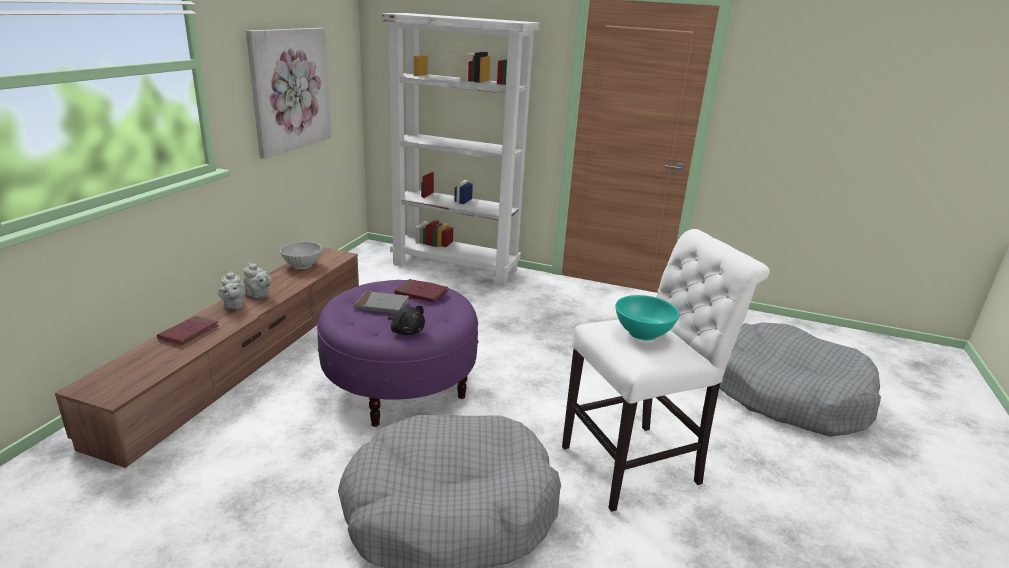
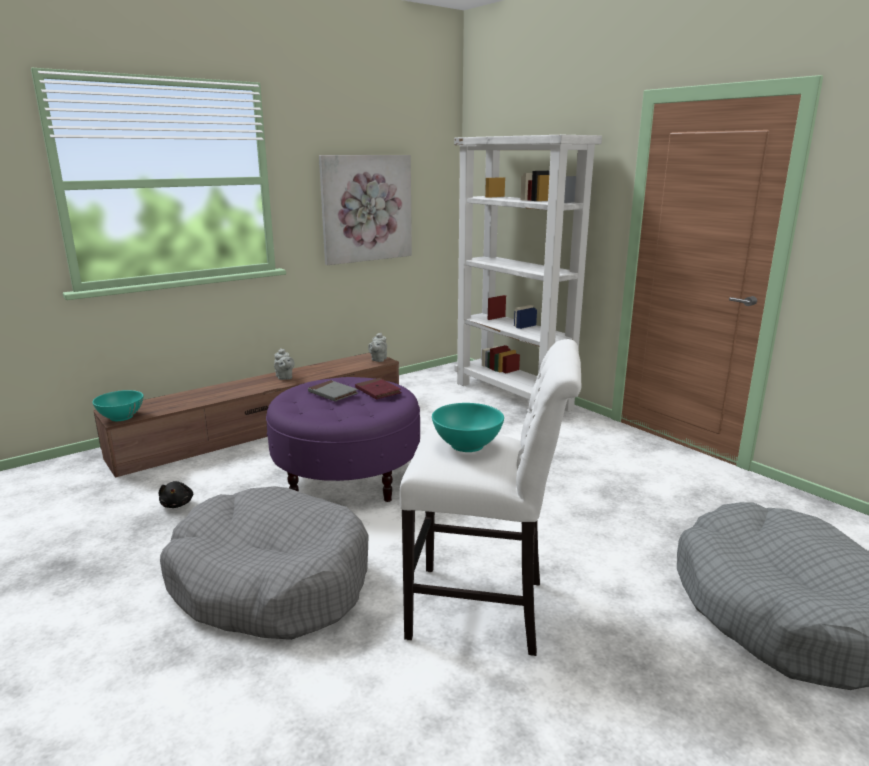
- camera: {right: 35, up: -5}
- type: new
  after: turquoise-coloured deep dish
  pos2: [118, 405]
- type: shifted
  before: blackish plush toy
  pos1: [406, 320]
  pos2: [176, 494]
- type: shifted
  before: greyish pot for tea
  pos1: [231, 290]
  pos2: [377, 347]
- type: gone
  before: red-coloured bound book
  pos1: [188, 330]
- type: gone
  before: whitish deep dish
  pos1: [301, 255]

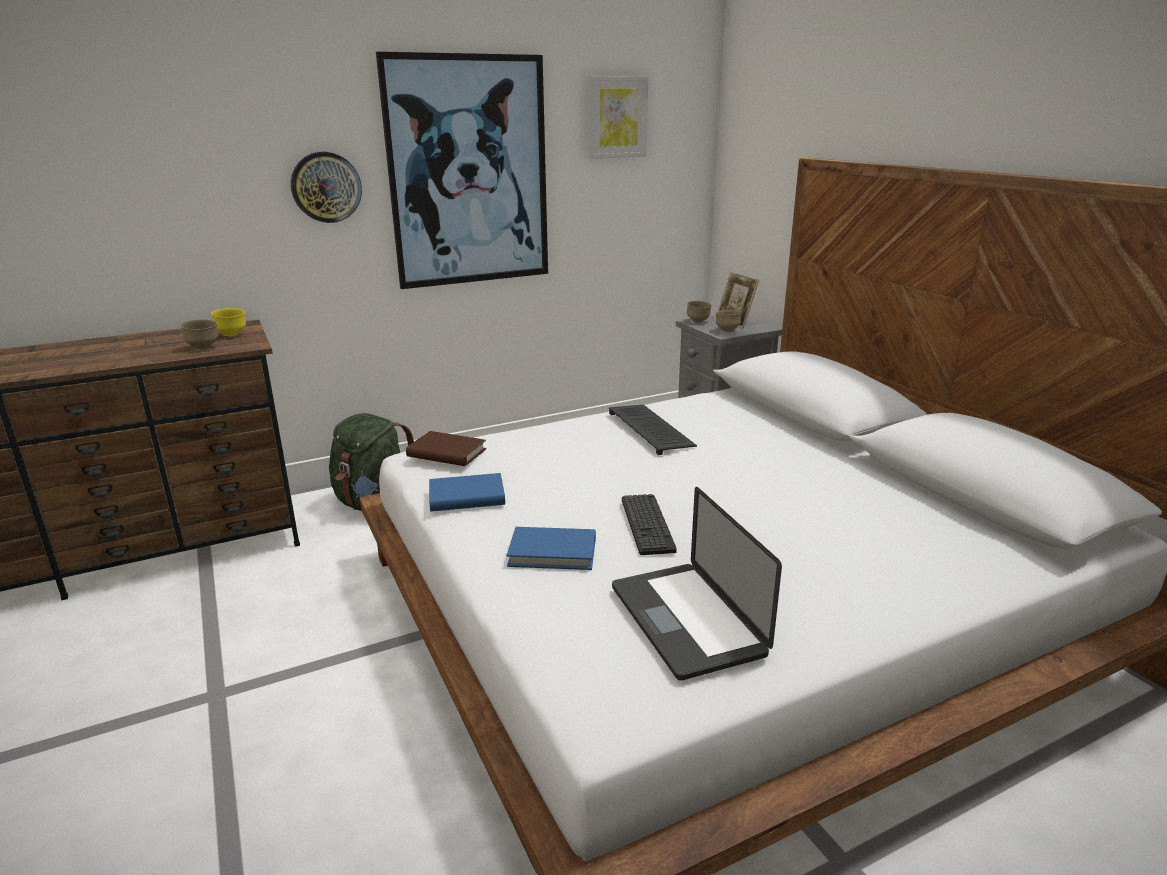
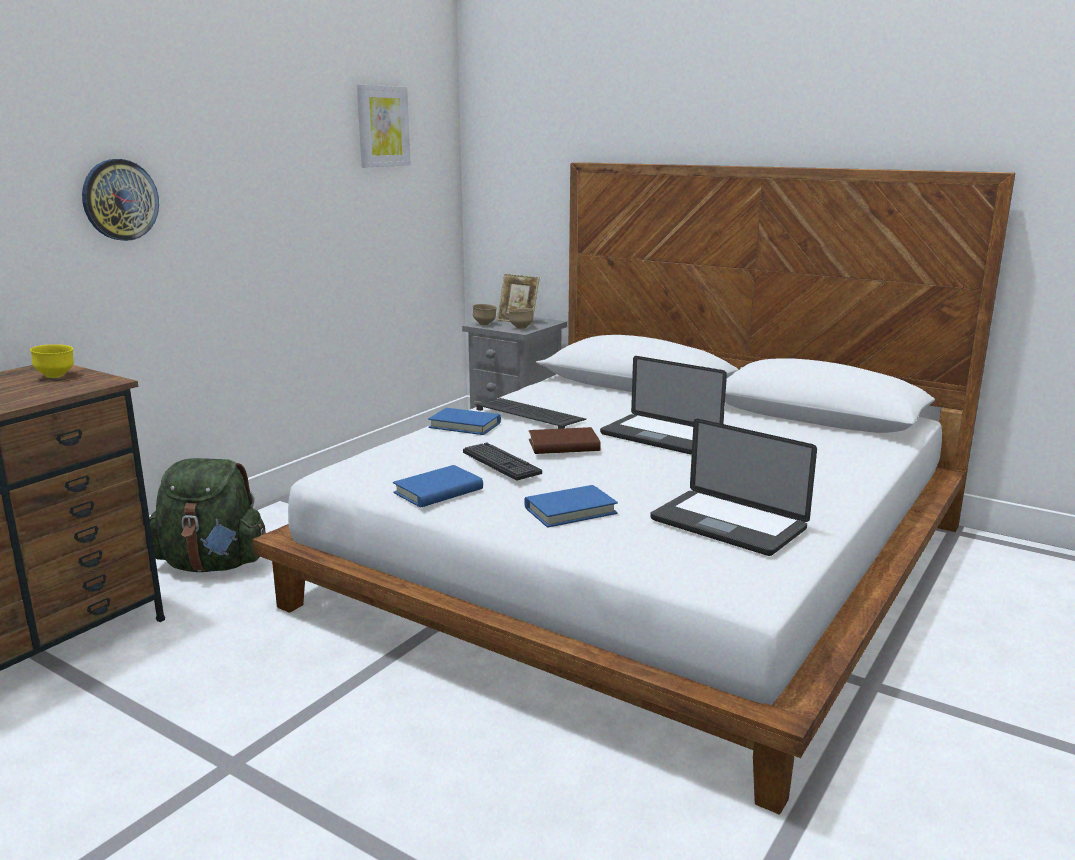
- camera: {right: -30, up: -5}
- type: new
  after: blue-coloured bound book
  pos2: [464, 421]
- type: shifted
  before: keyboard
  pos1: [649, 524]
  pos2: [502, 461]
- type: shifted
  before: brown bound book
  pos1: [446, 448]
  pos2: [565, 440]
- type: new
  after: notebook computer
  pos2: [663, 405]
- type: gone
  before: brown deep dish
  pos1: [199, 334]
- type: gone
  before: wall art
  pos1: [462, 170]

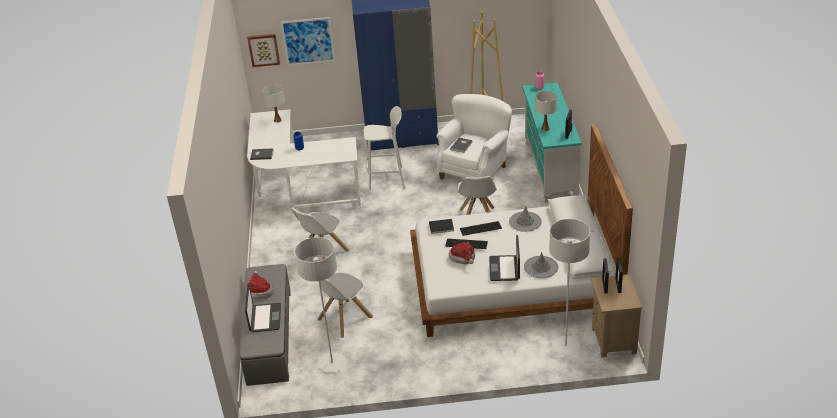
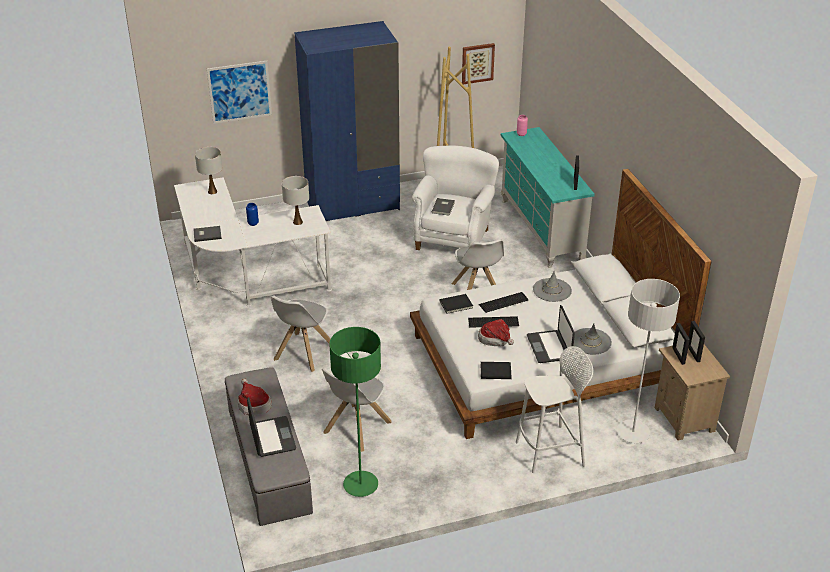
- camera: {right: -15, up: 0}
- type: shifted
  before: whitish table lamp
  pos1: [546, 111]
  pos2: [295, 200]
- type: repainted
  before: greyish standard lamp
  after: greenish standard lamp
  pos1: [320, 305]
  pos2: [355, 412]
- type: shifted
  before: wall art
  pos1: [263, 50]
  pos2: [478, 63]
- type: new
  after: blackish bound book
  pos2: [496, 370]
- type: shifted
  before: whitish stool
  pos1: [384, 148]
  pos2: [554, 409]

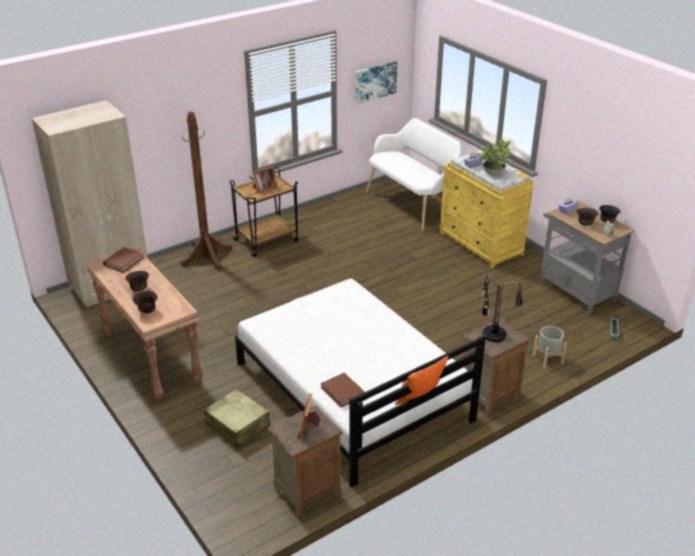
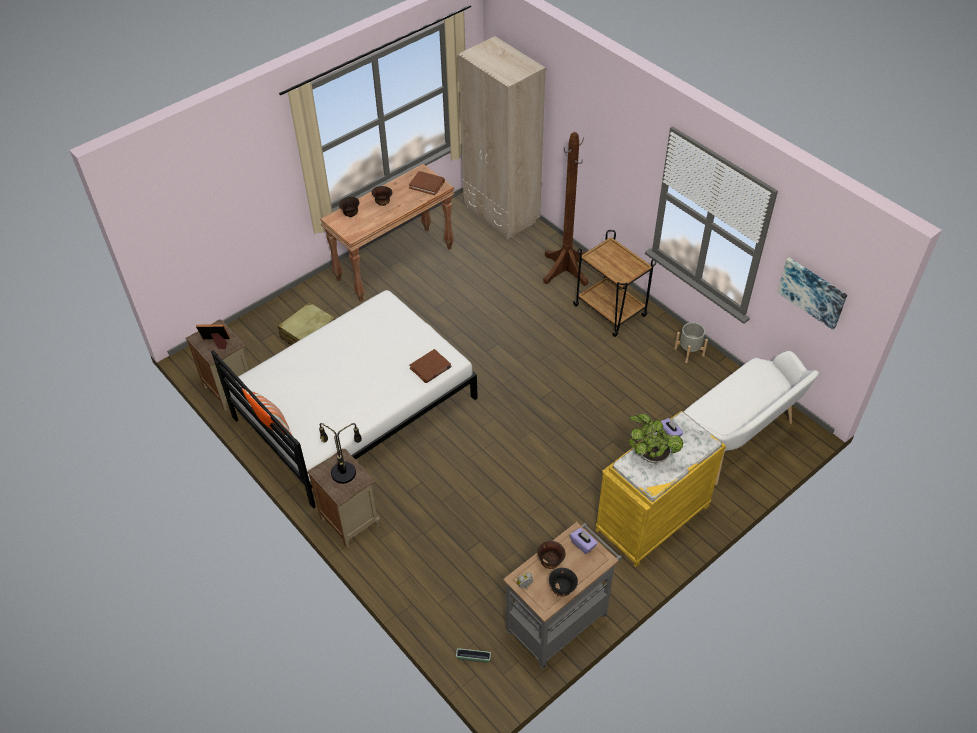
- camera: {right: 85, up: 15}
- type: shifted
  before: brown bound book
  pos1: [342, 390]
  pos2: [430, 366]
- type: shifted
  before: greyish plant pot
  pos1: [550, 347]
  pos2: [691, 342]
- type: gone
  before: photo frame
  pos1: [265, 179]

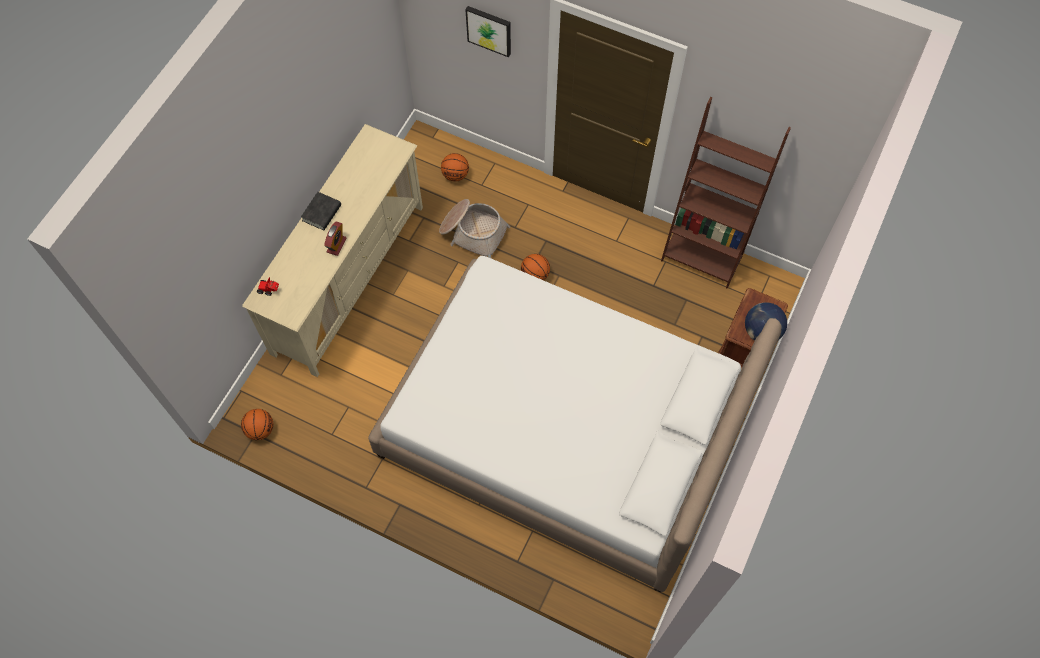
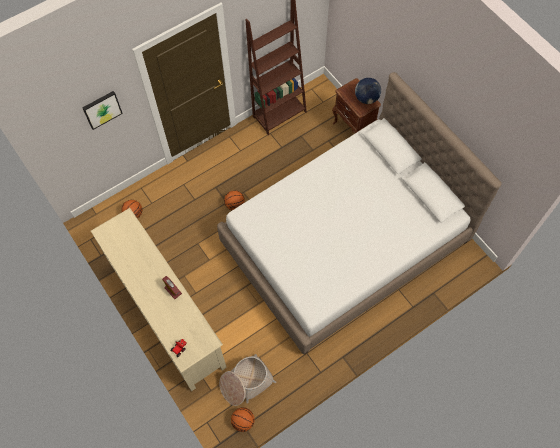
- camera: {right: -60, up: 0}
- type: shifted
  before: household basket
  pos1: [474, 228]
  pos2: [247, 380]
- type: gone
  before: blackish bound book
  pos1: [321, 211]

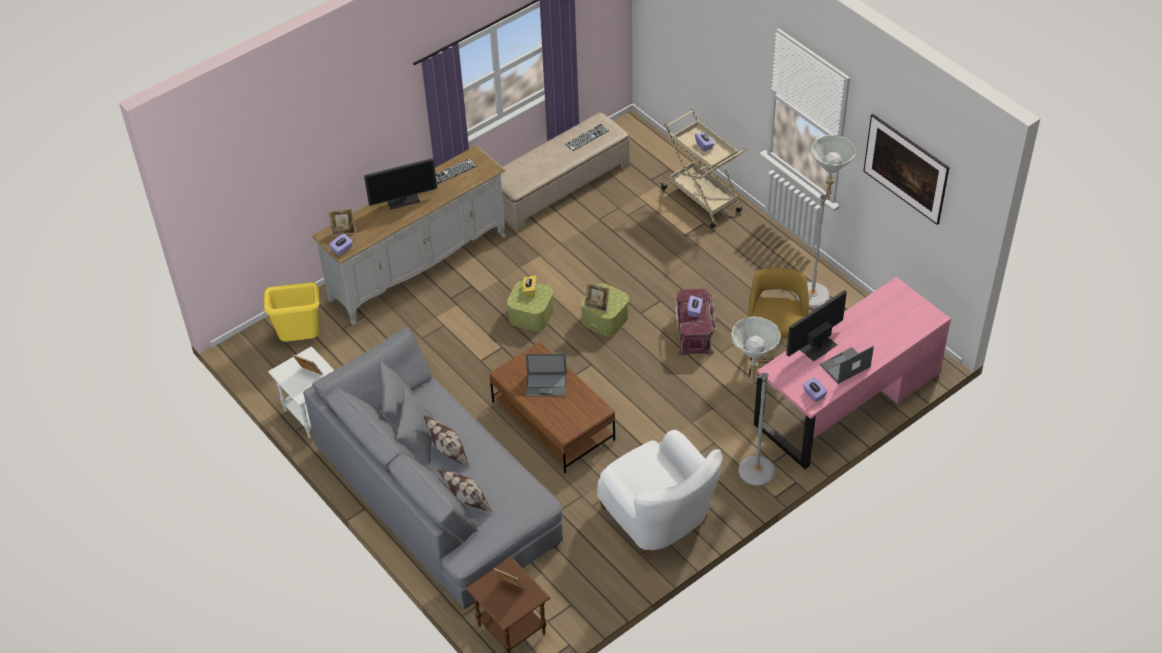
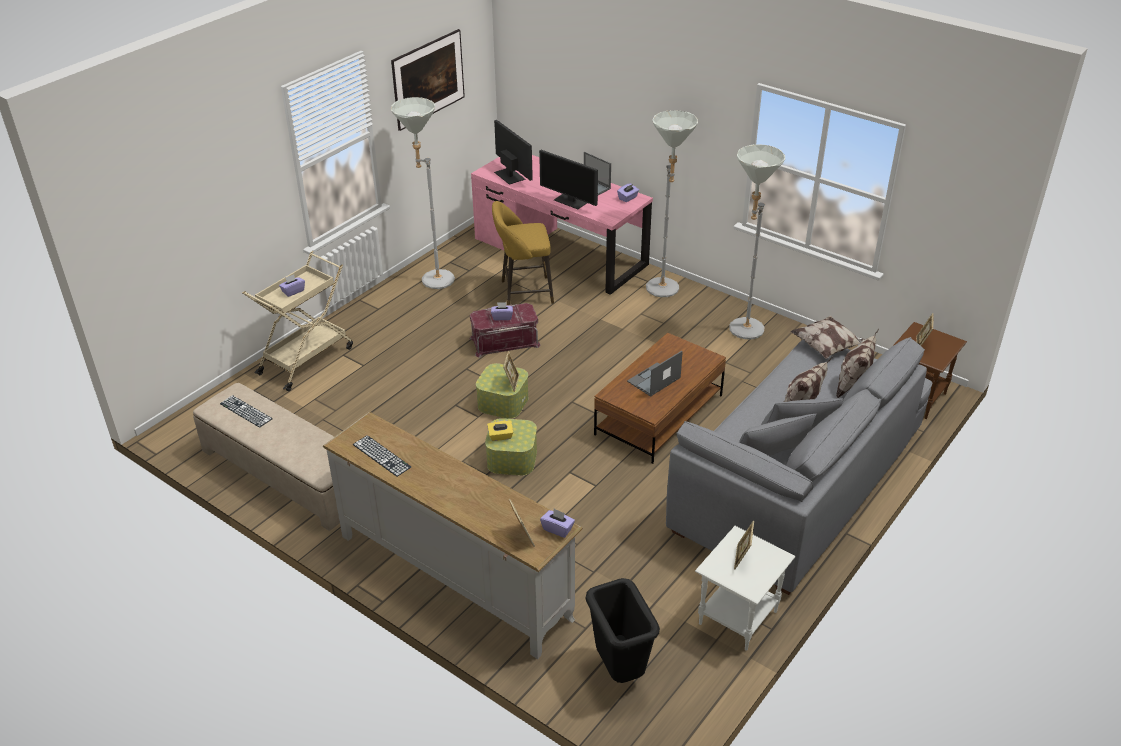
- camera: {right: -105, up: -10}
- type: shifted
  before: monitor
  pos1: [400, 184]
  pos2: [513, 152]
- type: repainted
  before: yellow rubbish bin
  after: blackish rubbish bin
  pos1: [292, 312]
  pos2: [623, 630]
- type: rotated
  before: notebook computer
  pos1: [546, 375]
  pos2: [655, 374]
  turn: -120
- type: swapped
  before: whitish lounge chair
  after: greyish standard lamp
  pos1: [660, 493]
  pos2: [757, 242]
- type: new
  after: throw pillow
  pos2: [827, 337]

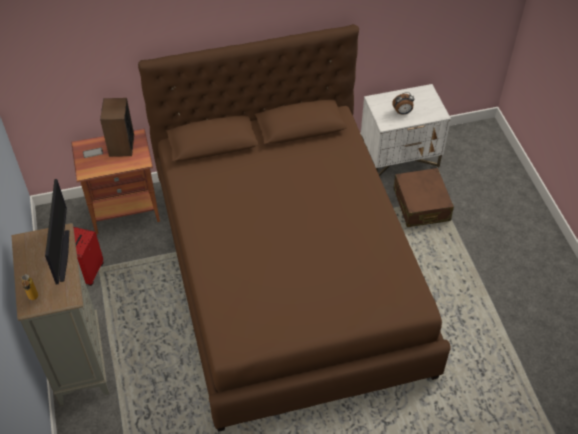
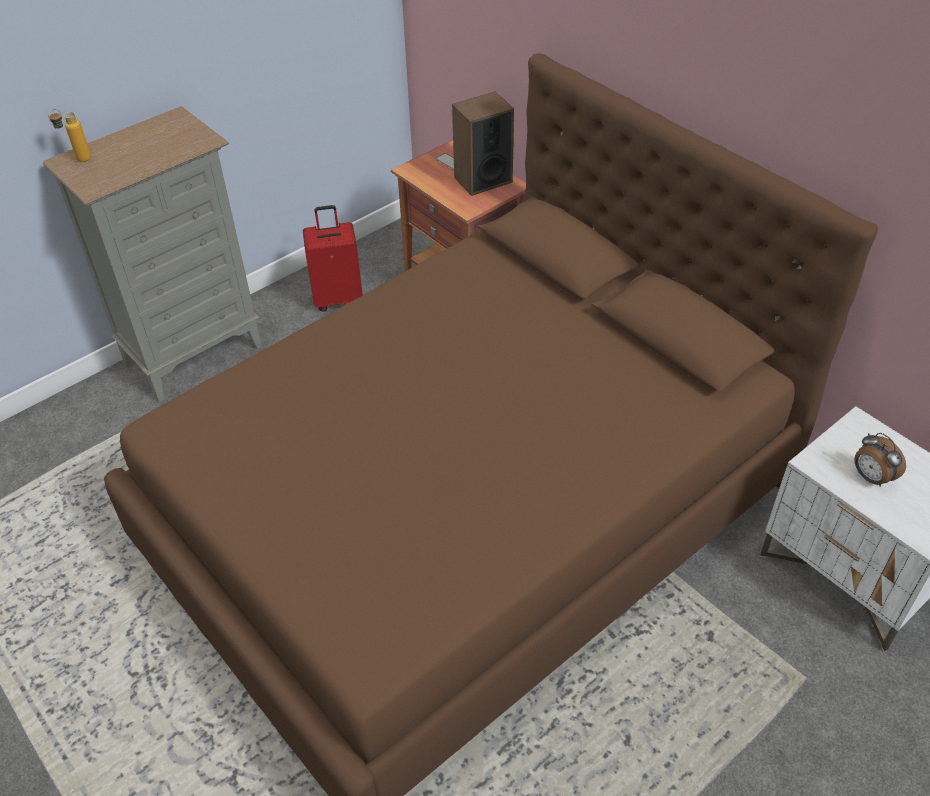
- camera: {right: 65, up: -5}
- type: gone
  before: monitor
  pos1: [57, 231]
- type: gone
  before: brown piece of luggage
  pos1: [424, 197]

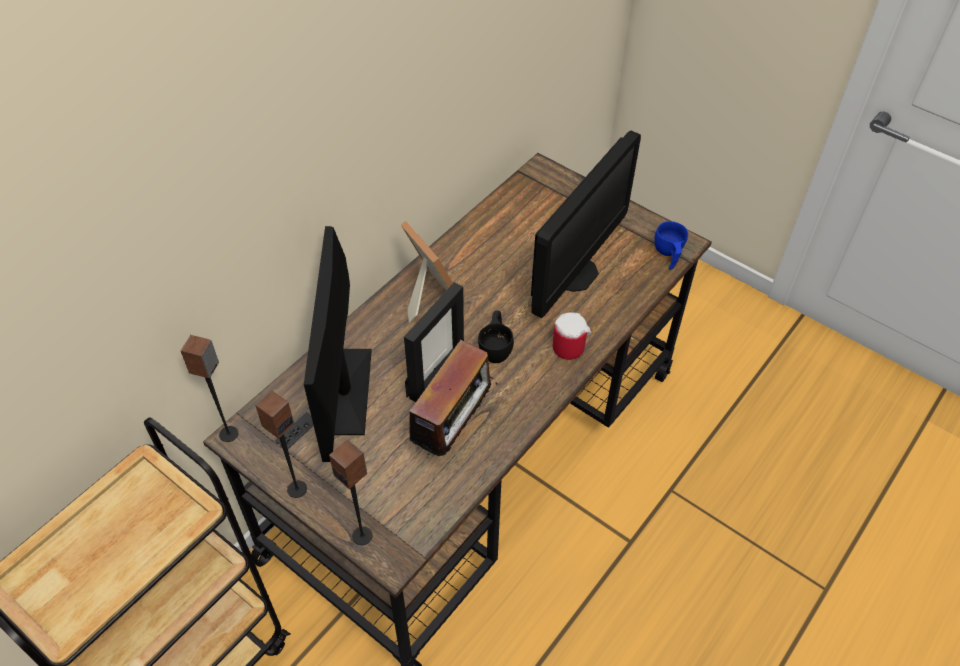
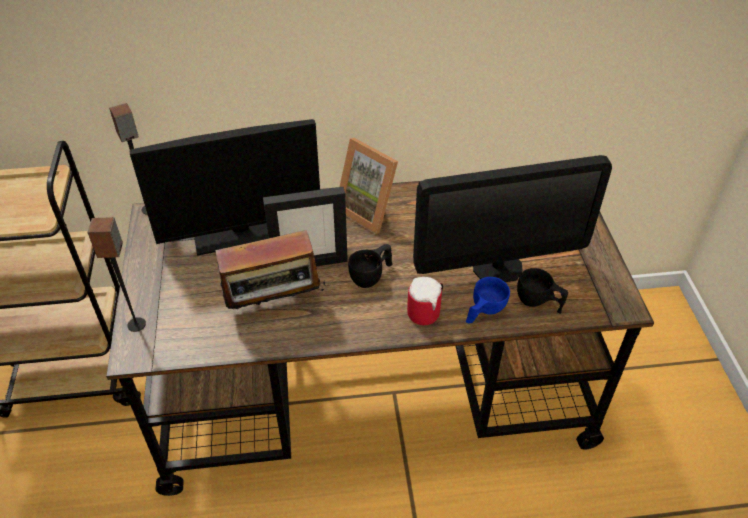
- camera: {right: 45, up: -5}
- type: rotated
  before: monitor
  pos1: [338, 344]
  pos2: [225, 187]
  turn: -150
- type: rotated
  before: photo frame
  pos1: [432, 272]
  pos2: [369, 186]
  turn: 120
- type: shifted
  before: blue-coloured drinking cup
  pos1: [671, 245]
  pos2: [488, 300]
- type: new
  after: blackish drinking cup
  pos2: [542, 291]
- type: gone
  before: loudspeaker
  pos1: [281, 444]

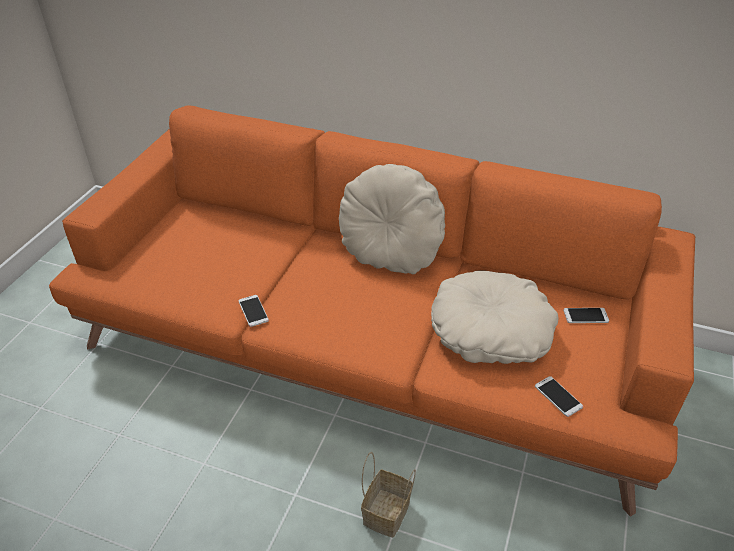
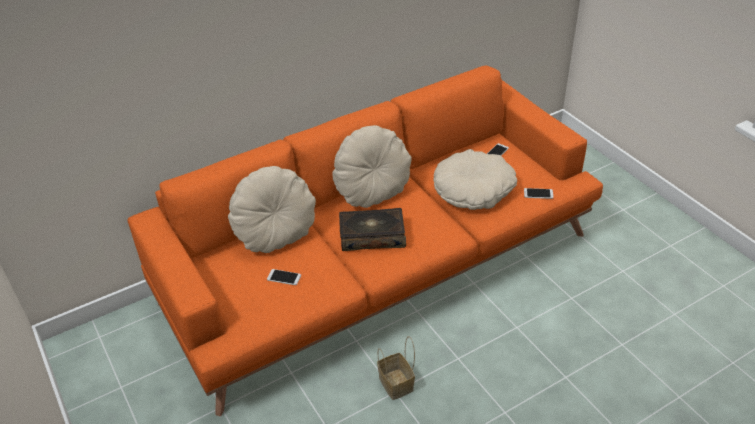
- camera: {right: -50, up: 0}
- type: new
  after: beige throw pillow
  pos2: [272, 209]
- type: shifted
  before: handset
  pos1: [254, 311]
  pos2: [284, 277]
- type: new
  after: bound book
  pos2: [372, 229]
- type: shifted
  before: household basket
  pos1: [388, 495]
  pos2: [396, 368]

